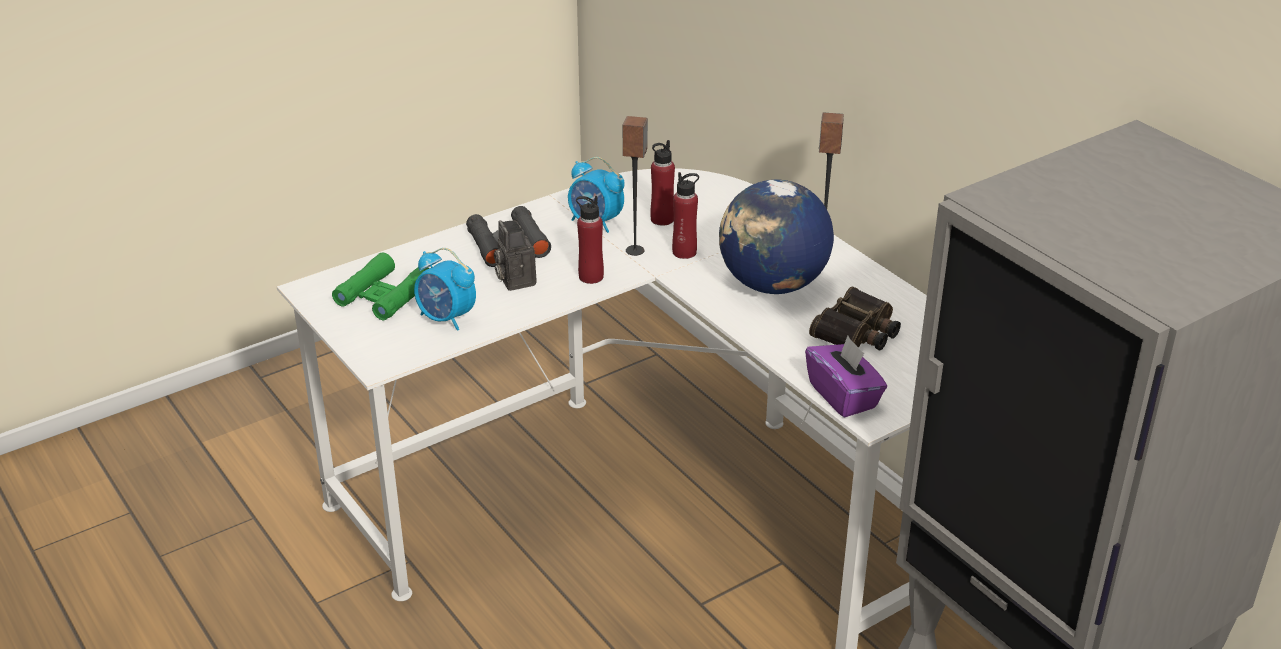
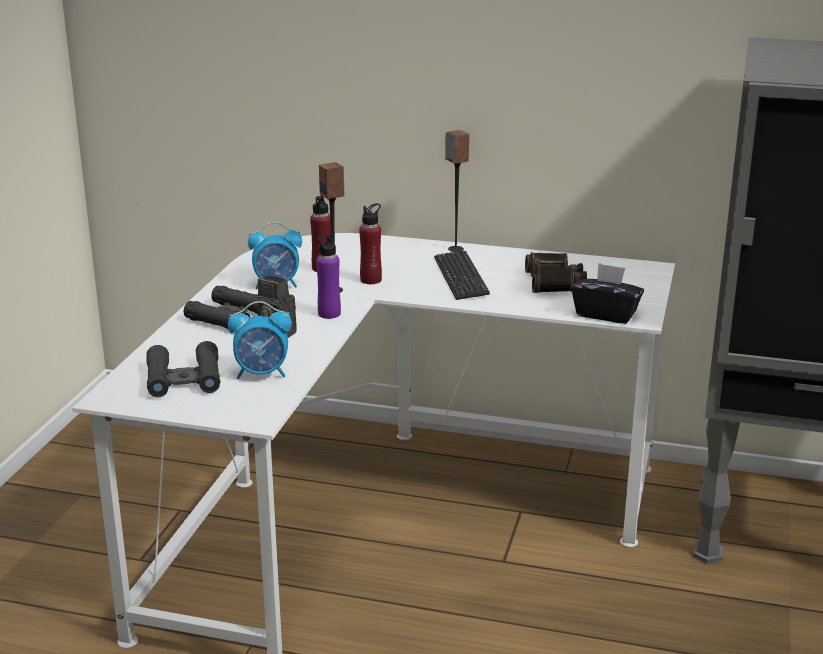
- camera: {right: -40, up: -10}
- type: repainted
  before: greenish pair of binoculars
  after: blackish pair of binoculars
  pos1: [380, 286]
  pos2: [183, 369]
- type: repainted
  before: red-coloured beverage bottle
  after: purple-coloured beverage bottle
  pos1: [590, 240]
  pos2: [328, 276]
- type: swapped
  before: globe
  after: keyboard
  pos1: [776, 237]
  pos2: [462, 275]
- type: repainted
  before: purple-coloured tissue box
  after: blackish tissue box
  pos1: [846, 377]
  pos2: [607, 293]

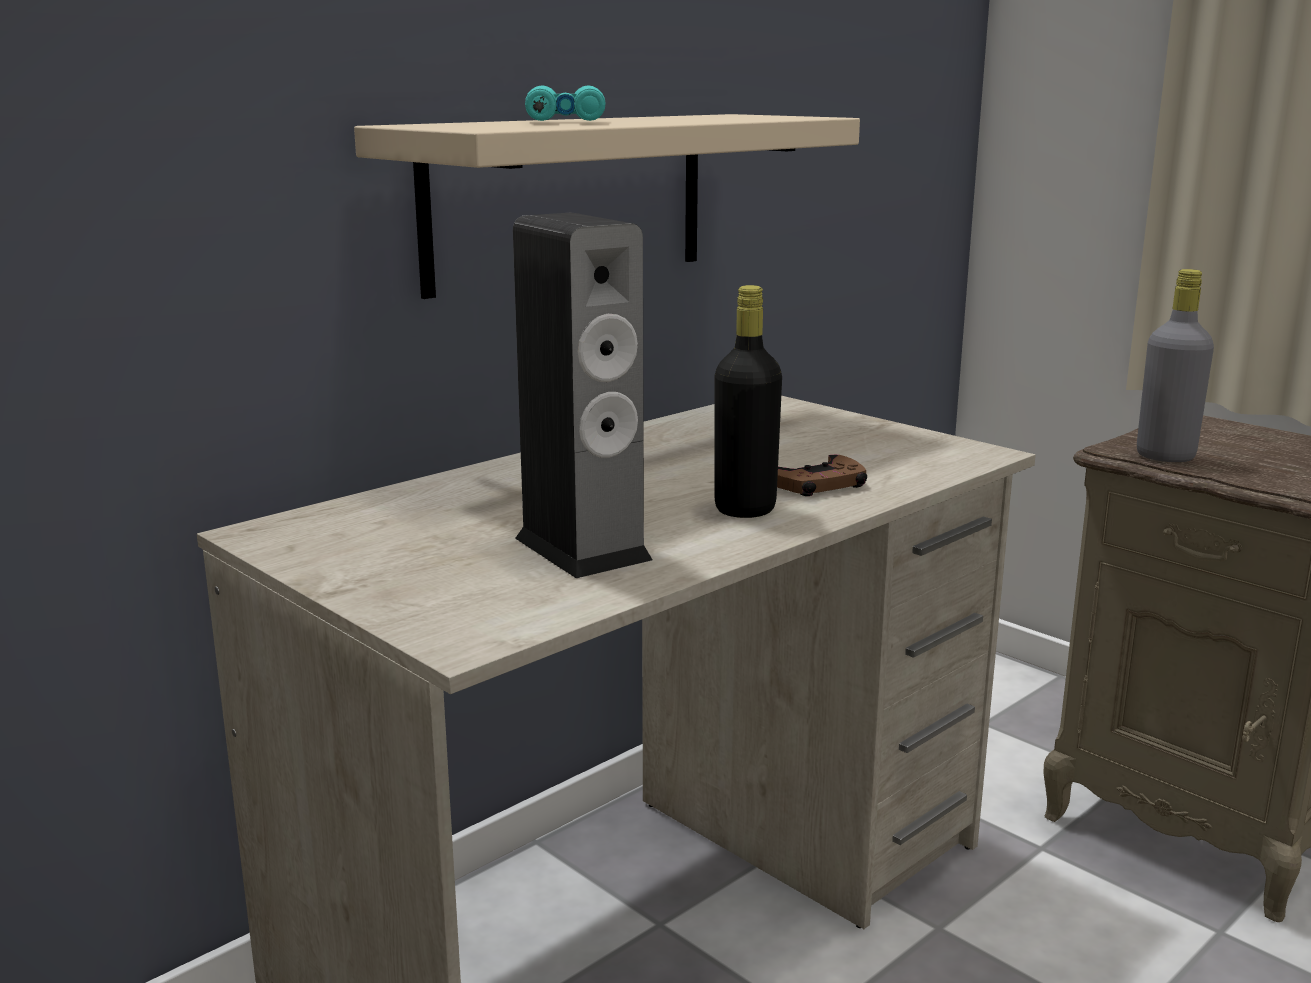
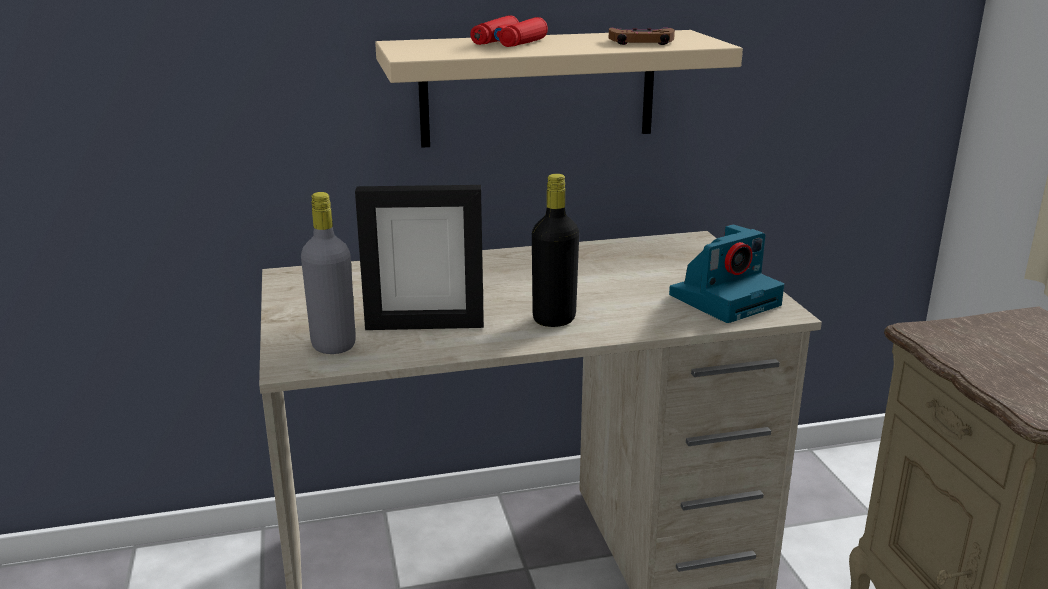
- camera: {right: 30, up: 5}
- type: shifted
  before: greyish beverage bottle
  pos1: [1175, 365]
  pos2: [328, 273]
- type: swapped
  before: loudspeaker
  after: photo frame
  pos1: [583, 395]
  pos2: [419, 257]
- type: repainted
  before: turquoise-coloured pair of binoculars
  after: red-coloured pair of binoculars
  pos1: [565, 103]
  pos2: [509, 31]
- type: shifted
  before: brown game controller
  pos1: [822, 475]
  pos2: [642, 36]
- type: new
  after: photo camera
  pos2: [726, 273]

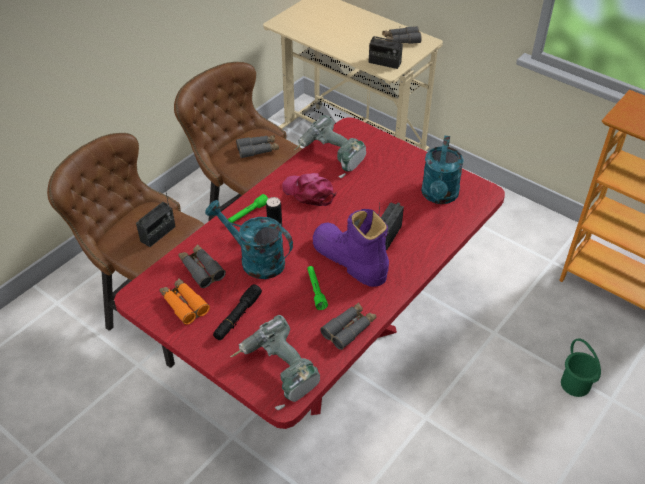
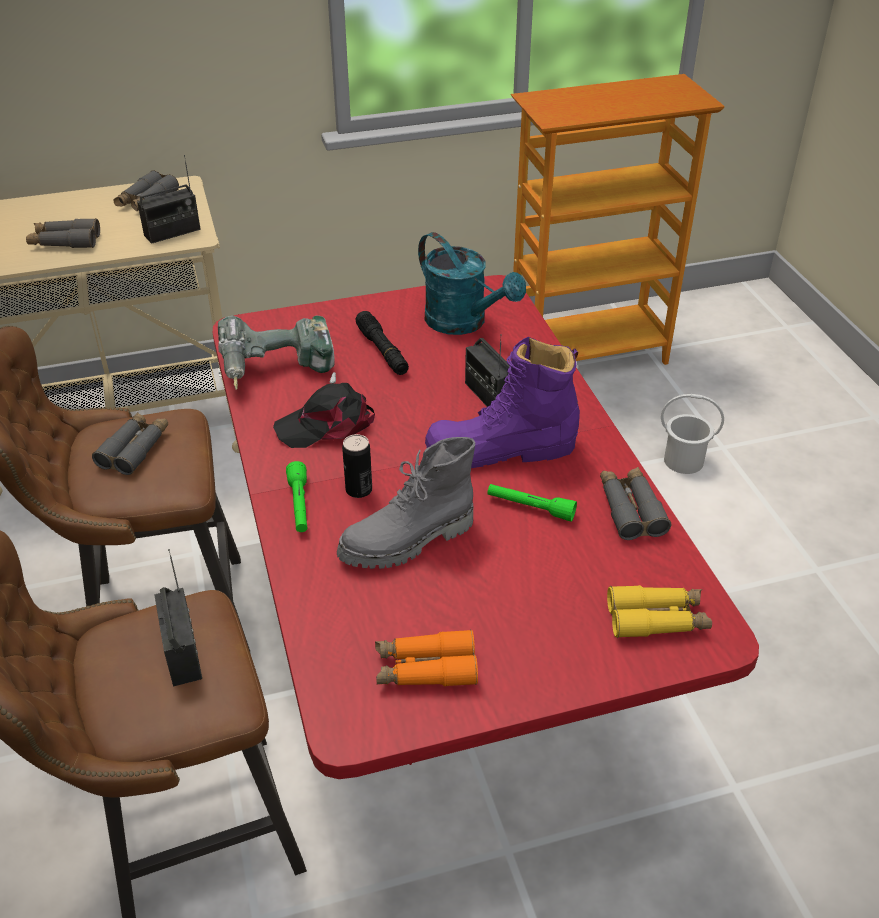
- camera: {right: -55, up: -5}
- type: shifted
  before: greyish pair of binoculars
  pos1: [202, 266]
  pos2: [63, 233]
- type: repainted
  before: pinkish peaked cap
  after: blackish peaked cap
  pos1: [309, 189]
  pos2: [324, 415]
- type: swapped
  before: turquoise-coloured watering pot
  after: greyish boot
  pos1: [249, 239]
  pos2: [406, 503]
- type: shifted
  before: blackish flashlight
  pos1: [237, 312]
  pos2: [382, 343]
- type: swapped
  before: drill
  after: yellow pair of binoculars
  pos1: [275, 362]
  pos2: [659, 611]
- type: repainted
  before: greenish pail
  after: whitish pail
  pos1: [581, 368]
  pos2: [692, 434]

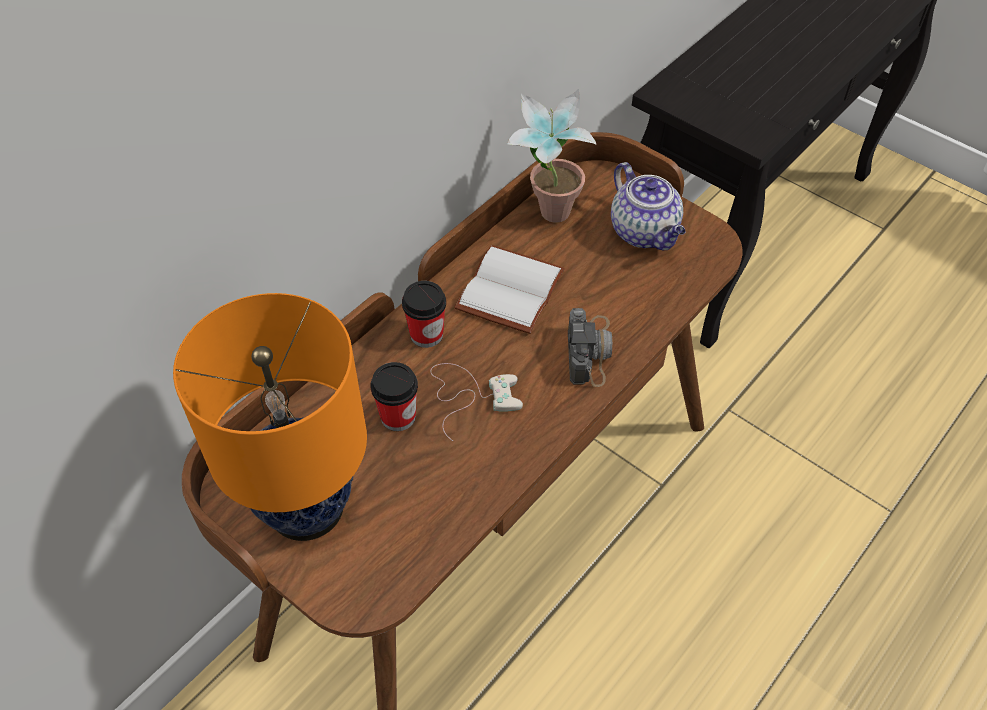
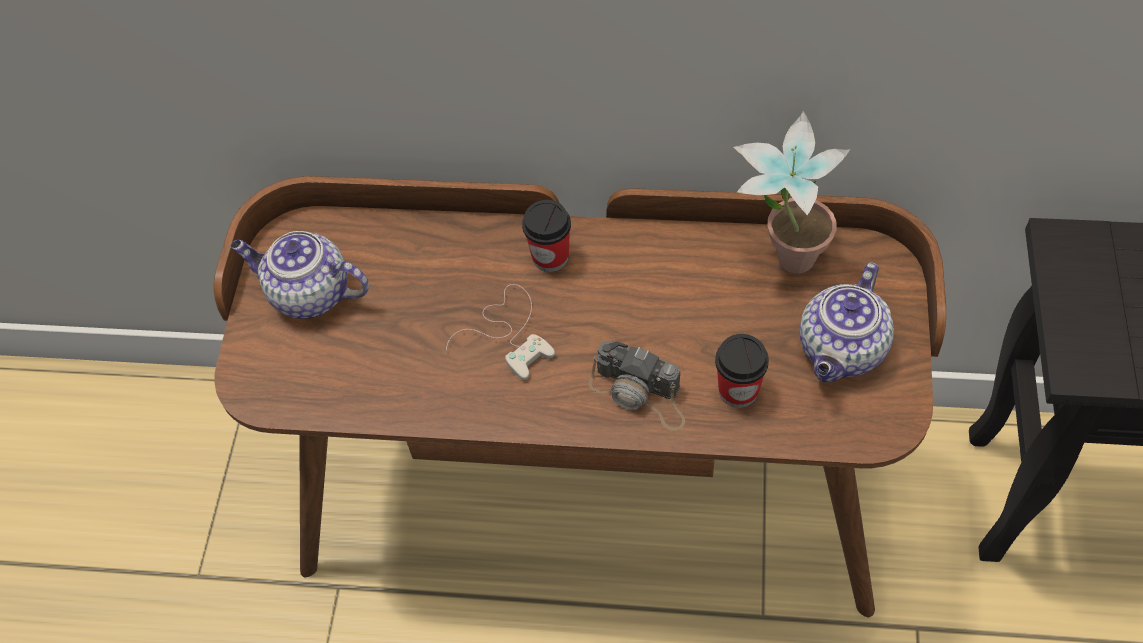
- camera: {right: 60, up: 5}
- type: swapped
  before: orangey table lamp
  after: pot for tea
  pos1: [270, 417]
  pos2: [299, 275]
- type: rotated
  before: photo camera
  pos1: [590, 347]
  pos2: [637, 386]
  turn: 60
- type: shifted
  before: drinking cup
  pos1: [394, 396]
  pos2: [742, 371]
- type: gone
  before: whitish bound book
  pos1: [509, 289]

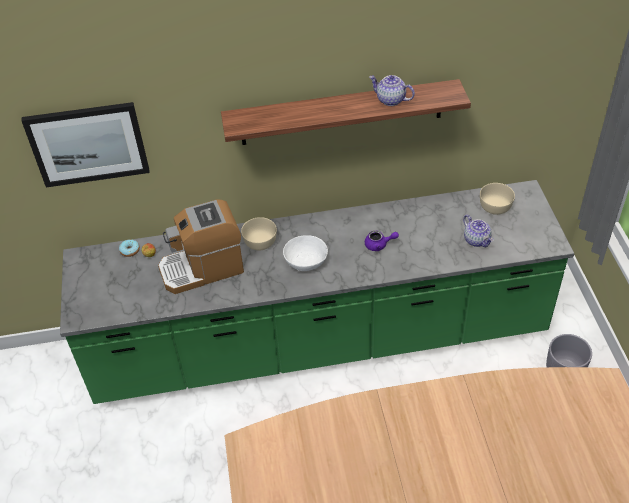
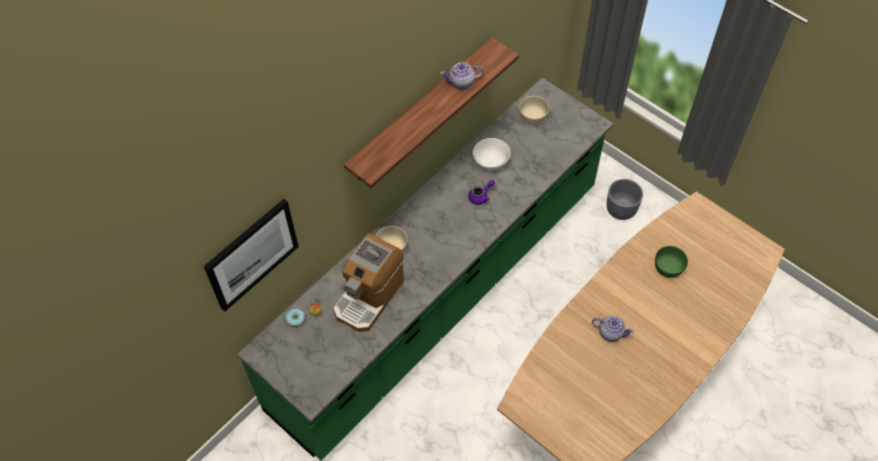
- camera: {right: -40, up: 10}
- type: shifted
  before: whitish deep dish
  pos1: [305, 253]
  pos2: [492, 154]
- type: shifted
  before: pot for tea
  pos1: [478, 231]
  pos2: [613, 329]
- type: new
  after: greenish deep dish
  pos2: [671, 262]

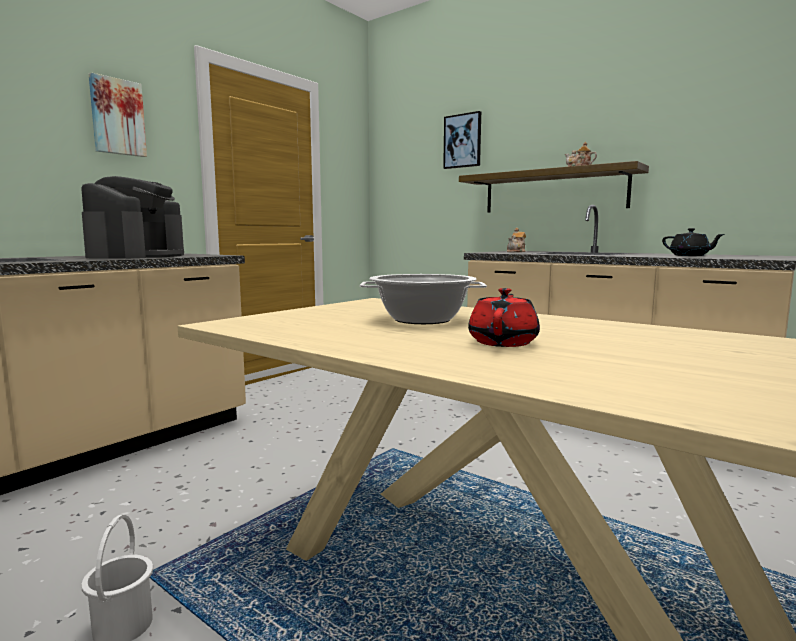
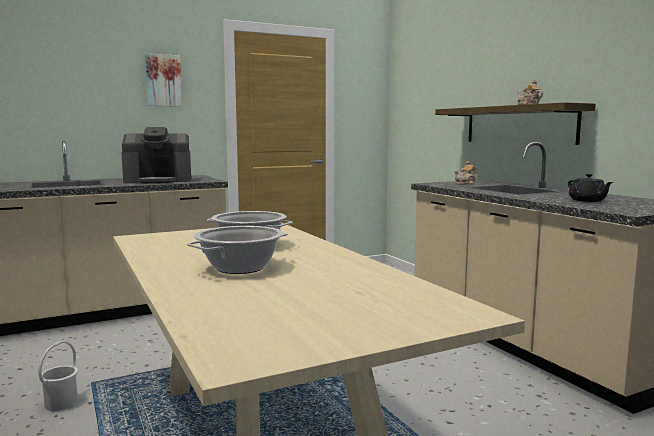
- camera: {right: 25, up: 0}
- type: rotated
  before: coffee brewer
  pos1: [132, 217]
  pos2: [156, 155]
  turn: 45
- type: swapped
  before: red-coloured pot for tea
  after: stockpot
  pos1: [504, 317]
  pos2: [237, 250]
- type: gone
  before: wall art
  pos1: [462, 140]

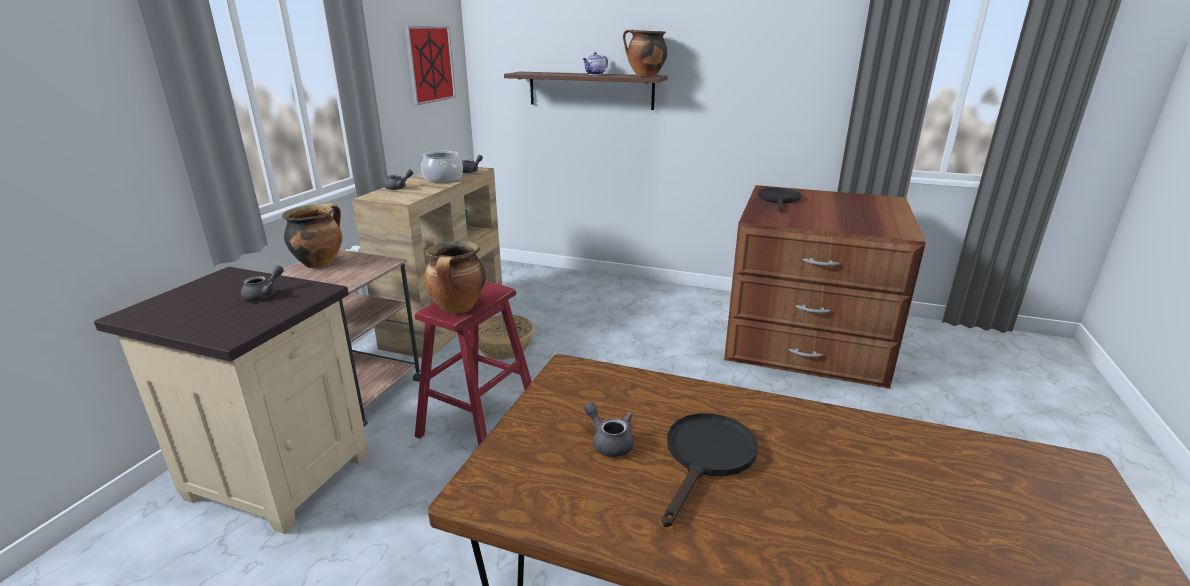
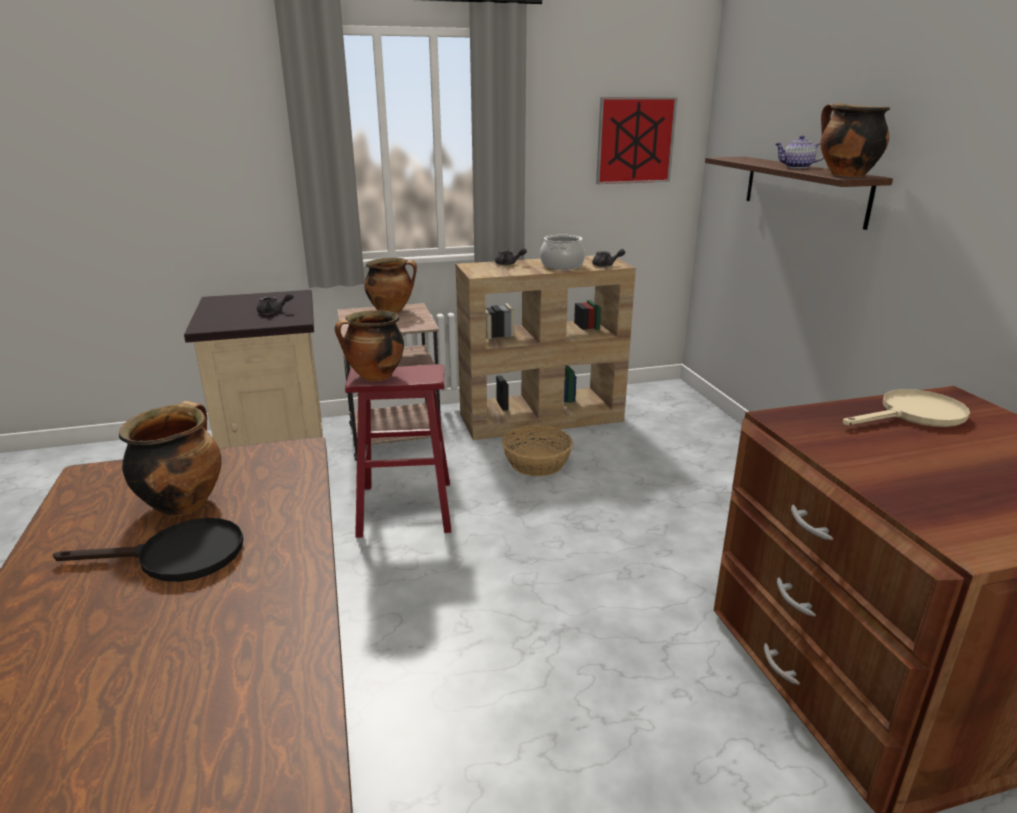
- camera: {right: 55, up: 0}
- type: swapped
  before: greyish pot for tea
  after: stockpot
  pos1: [609, 429]
  pos2: [170, 459]
- type: repainted
  before: blackish pan
  after: beige pan
  pos1: [780, 200]
  pos2: [906, 408]

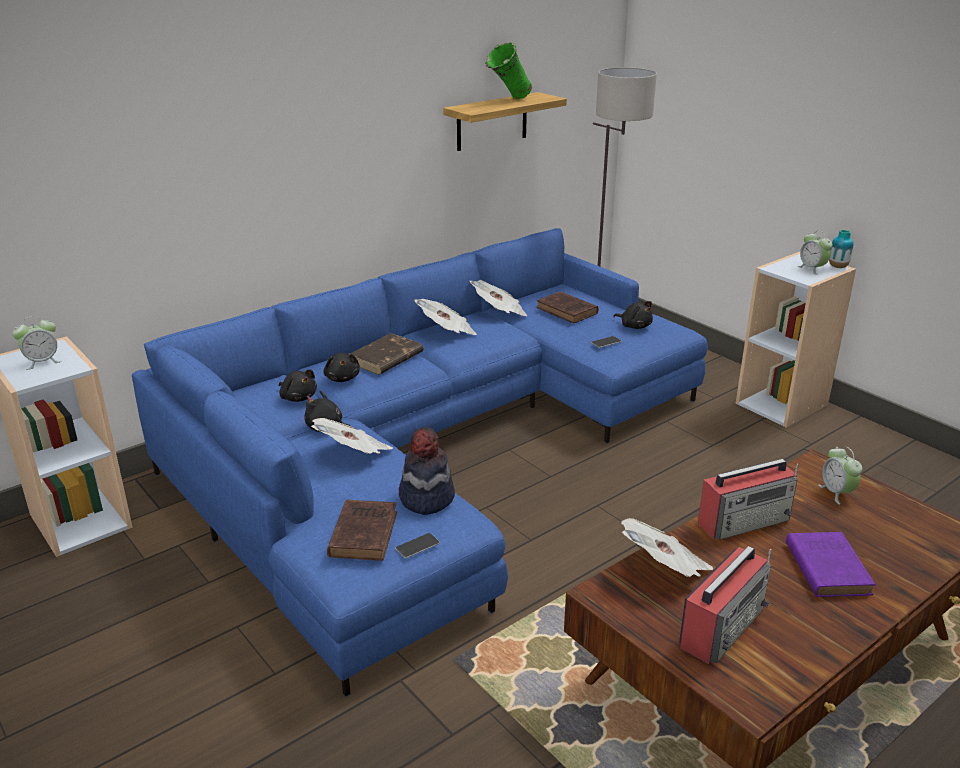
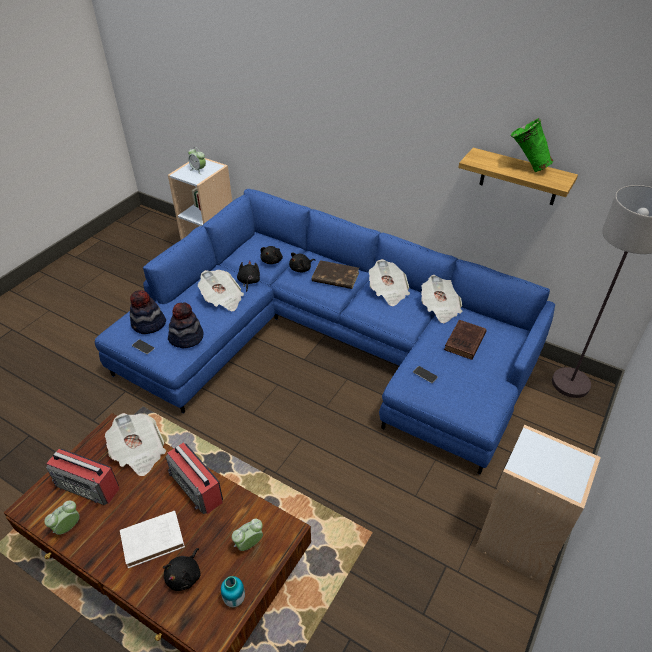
- camera: {right: 70, up: 15}
- type: shifted
  before: table clock
  pos1: [814, 253]
  pos2: [62, 518]
- type: repainted
  before: purple-coloured bound book
  after: whitish bound book
  pos1: [831, 564]
  pos2: [152, 539]
- type: swapped
  before: brown bound book
  after: clothing hat
  pos1: [362, 530]
  pos2: [148, 312]
- type: shifted
  before: blackish plush toy
  pos1: [633, 315]
  pos2: [182, 569]
- type: shifted
  before: flower vase
  pos1: [841, 249]
  pos2: [233, 592]

